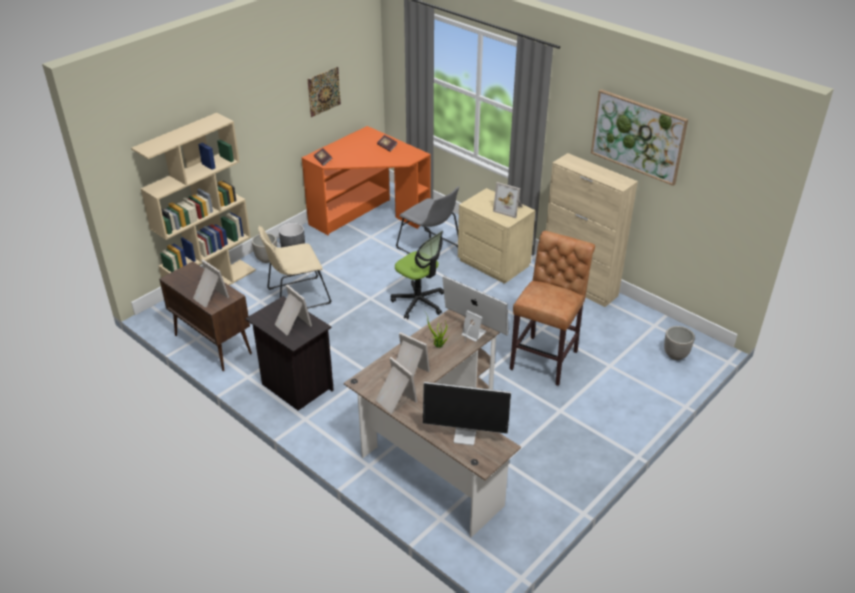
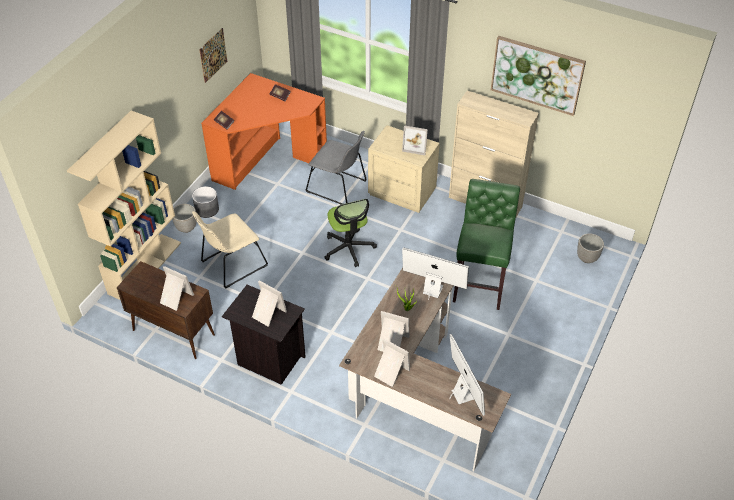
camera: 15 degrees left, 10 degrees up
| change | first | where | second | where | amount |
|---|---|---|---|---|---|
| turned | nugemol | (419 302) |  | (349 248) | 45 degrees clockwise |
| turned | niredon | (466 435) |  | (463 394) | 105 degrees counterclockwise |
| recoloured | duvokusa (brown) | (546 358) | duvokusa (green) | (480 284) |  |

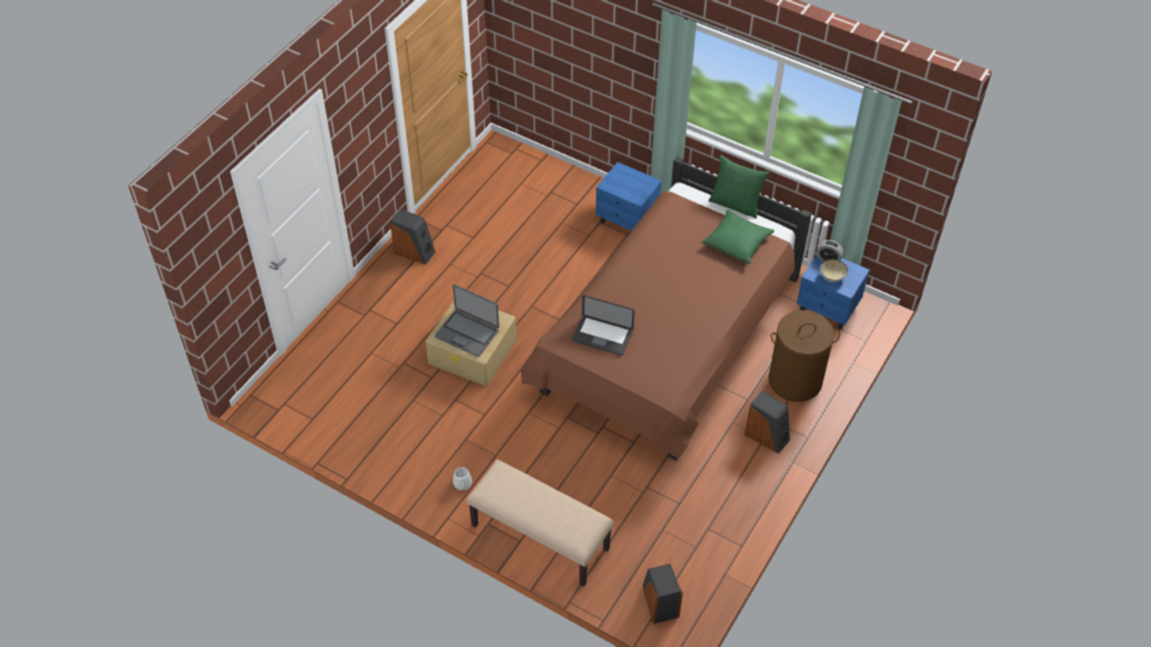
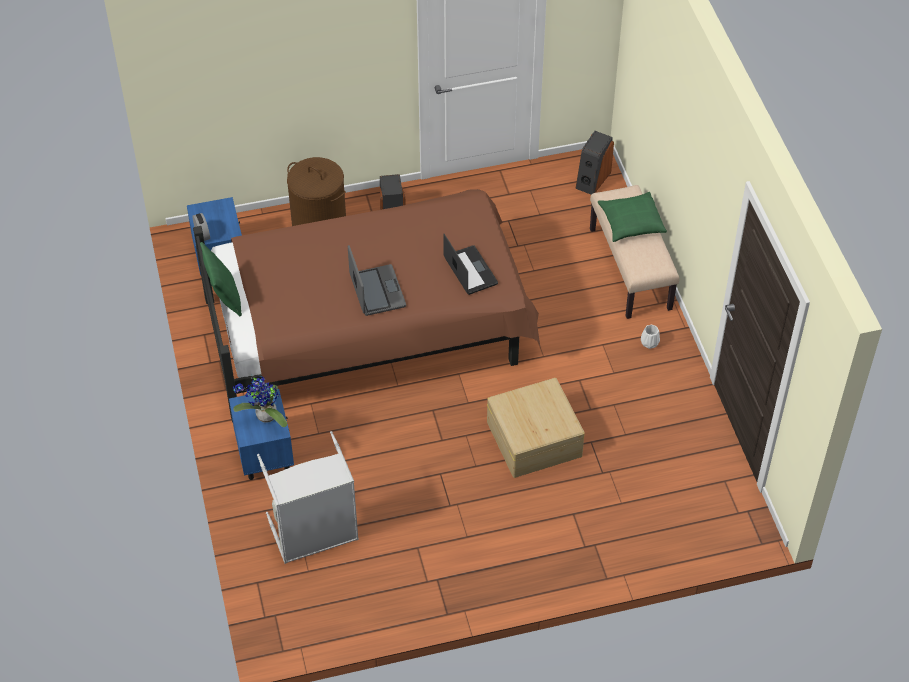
camera: 135 degrees left, 0 degrees up
| change | first | where | second | where | amount |
|---|---|---|---|---|---|
| removed | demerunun | (414 251) |  |  |  |
| moved | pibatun | (467 333) |  | (376 291) |  |
| moved | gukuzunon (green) | (737 242) |  | (631 222) |  |
| removed | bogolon | (832 276) |  |  |  |
| added |  |  | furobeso | (264 417) |  |
| added |  |  | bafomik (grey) | (315 535) |  |

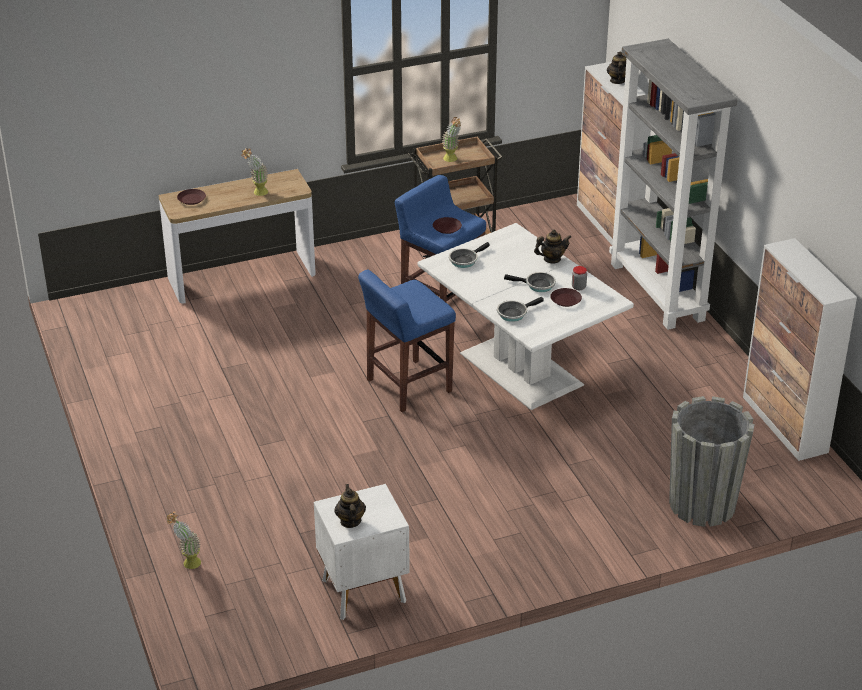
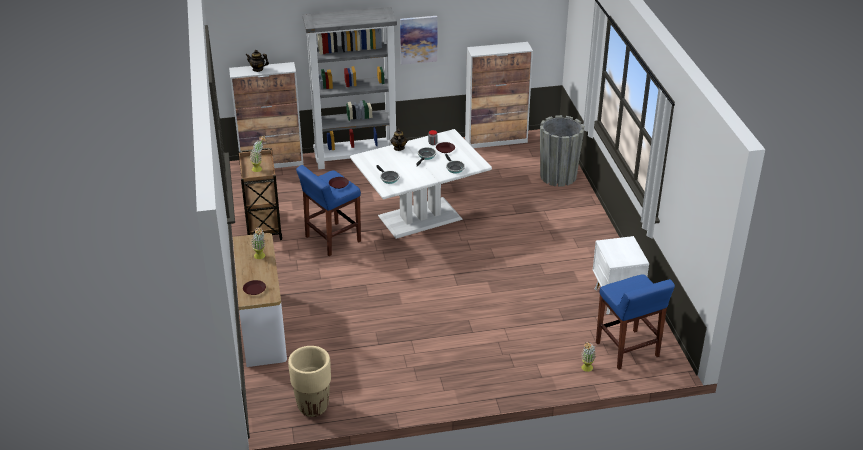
camera: 80 degrees left, 0 degrees up
| change | first | where | second | where | amount |
|---|---|---|---|---|---|
| removed | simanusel | (350 521) |  |  |  |
| moved | duvokusa (blue) | (407 386) |  | (627 350) |  |
| added |  |  | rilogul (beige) | (313 407) |  |
| added |  |  | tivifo | (418 39) |  |

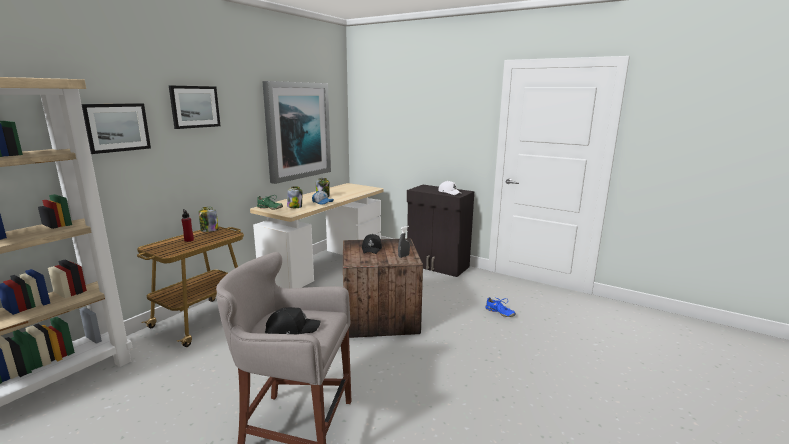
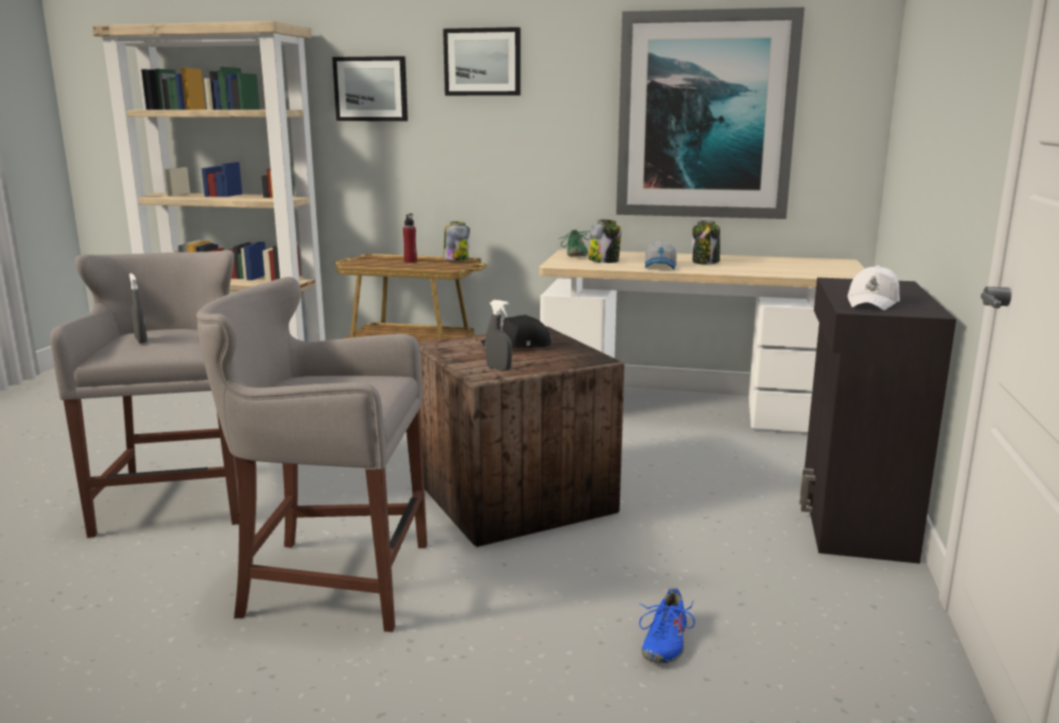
camera: 70 degrees right, 0 degrees up
| change | first | where | second | where | amount |
|---|---|---|---|---|---|
| replaced | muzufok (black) | (291 329) | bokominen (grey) | (141 341) |  |
| added |  |  | duvokusa (grey) | (330 580) |  |

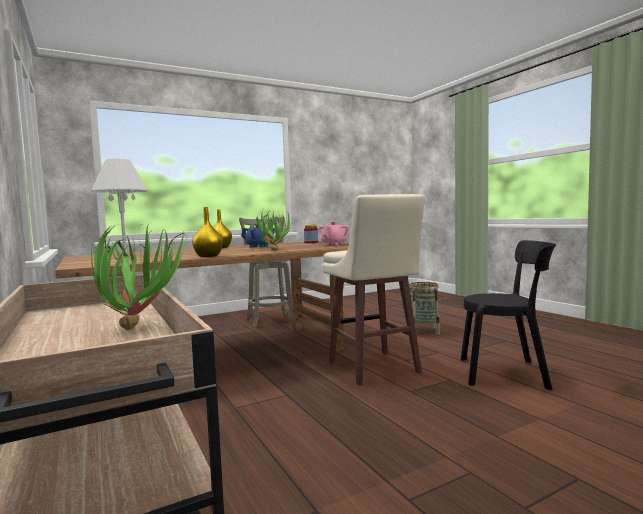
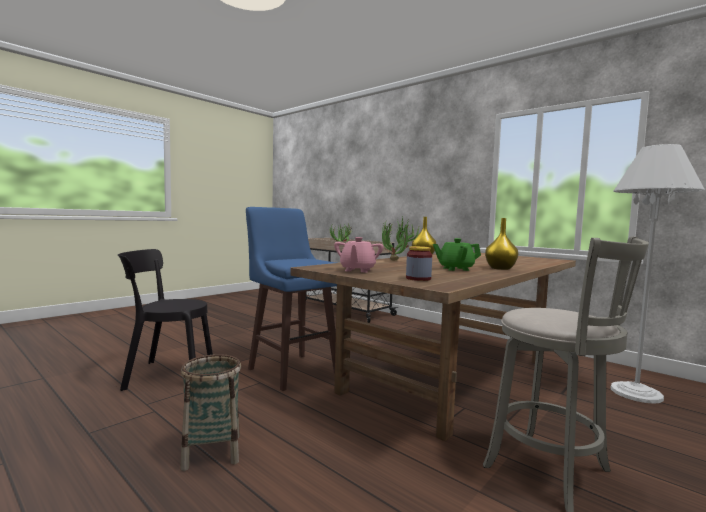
camera: 160 degrees right, 0 degrees up
| change | first | where | second | where | amount |
|---|---|---|---|---|---|
| recoloured | simanusel (blue) | (258 246) | simanusel (green) | (455 269) |  |
| recoloured | duvokusa (beige) | (374 368) | duvokusa (blue) | (292 370) |  |

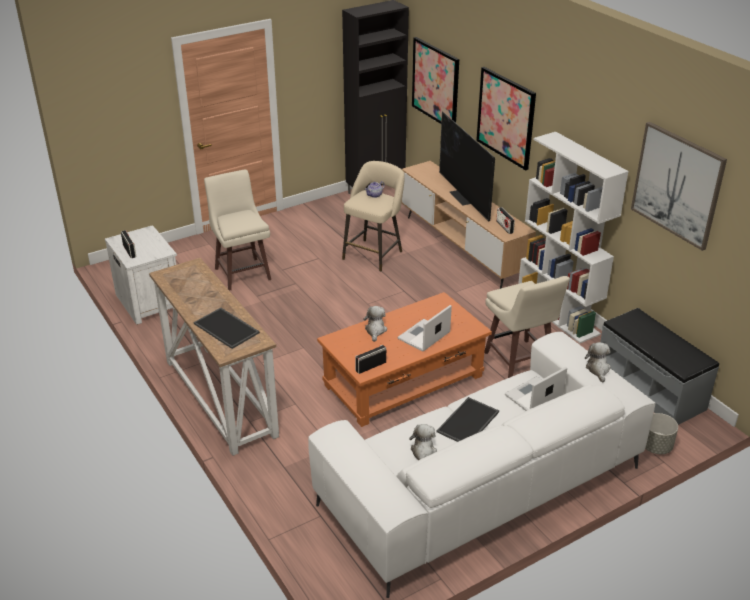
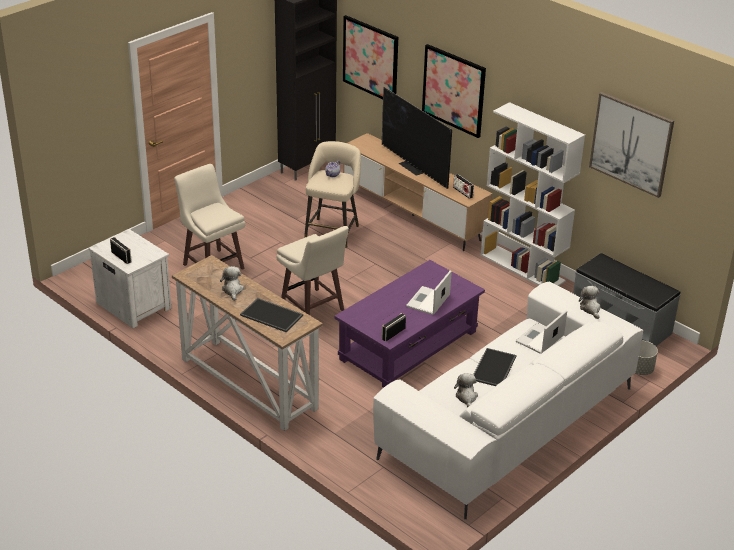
camera: 15 degrees left, 0 degrees up
| change | first | where | second | where | amount |
|---|---|---|---|---|---|
| recoloured | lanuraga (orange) | (403 381) | lanuraga (purple) | (408 345) |  |
| moved | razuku | (375 330) |  | (232 290) |  |
| moved | duvokusa (beige) | (519 362) |  | (313 308) |  |

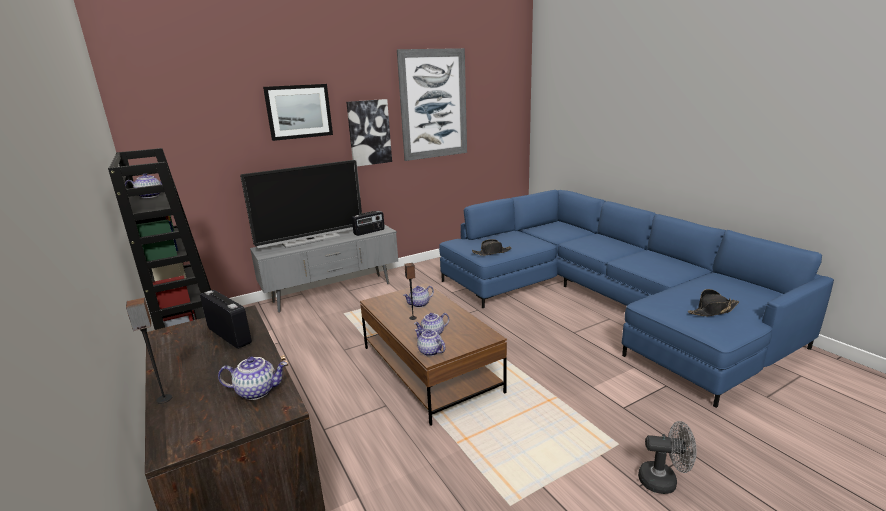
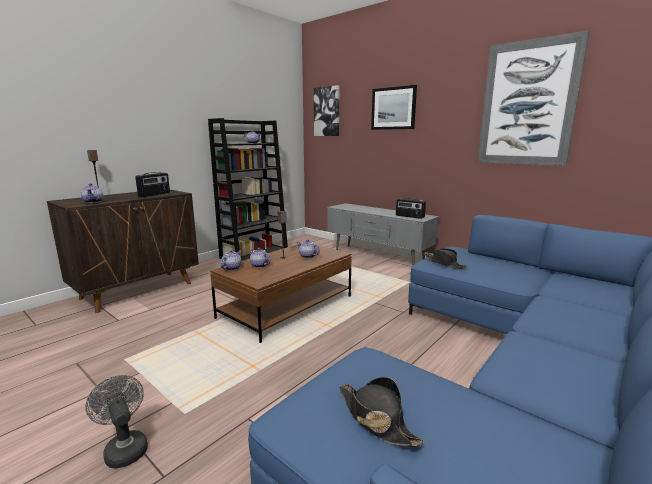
camera: 70 degrees right, 5 degrees down
| change | first | where | second | where | amount |
|---|---|---|---|---|---|
| removed | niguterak | (311 240) |  |  |  |
| moved | tivifo | (369 132) |  | (327 111) |  |
| turned | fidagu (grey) | (664 481) |  | (124 448) | 150 degrees clockwise |

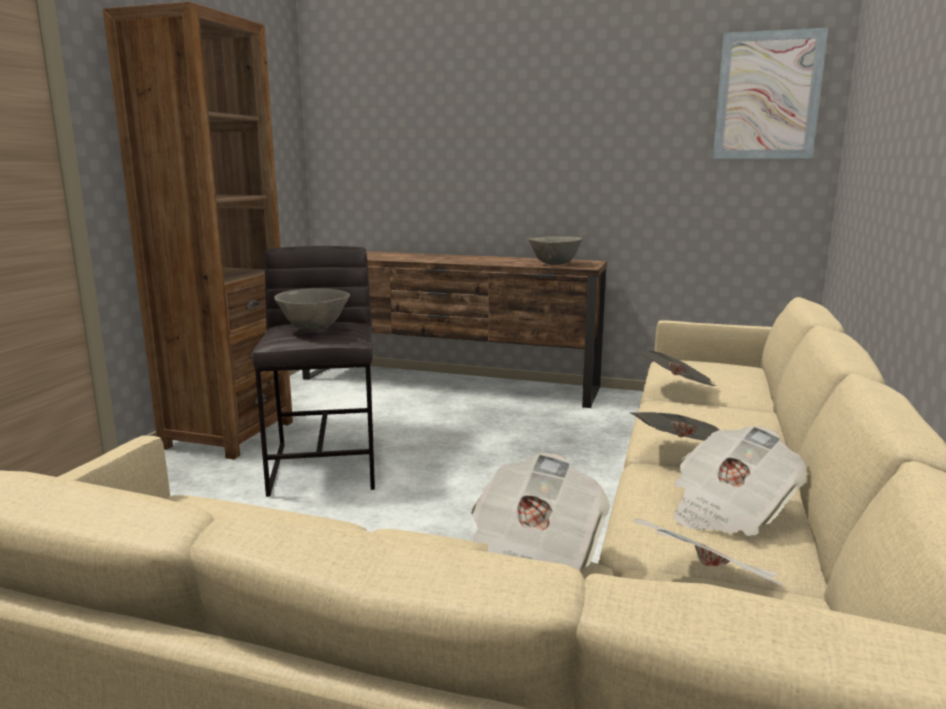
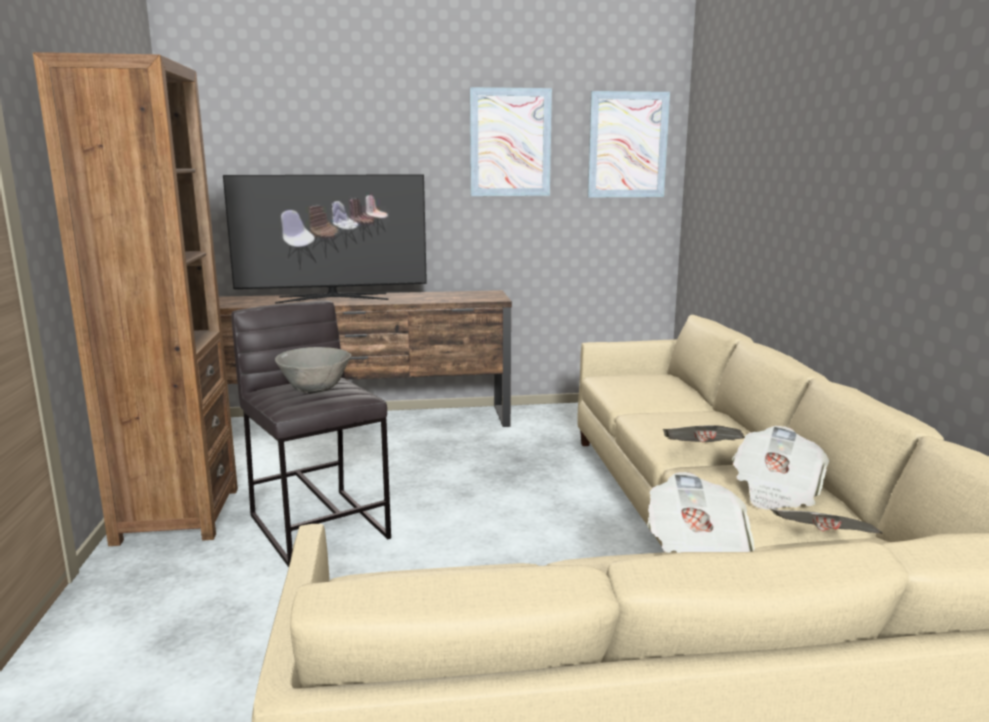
camera: 25 degrees left, 0 degrees up
| change | first | where | second | where | amount |
|---|---|---|---|---|---|
| removed | bogolon (grey) | (555 264) |  |  |  |
| removed | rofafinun | (678 389) |  |  |  |
| added |  |  | niguterak | (332 298) |  |
| added |  |  | tivifo | (510 142) |  |

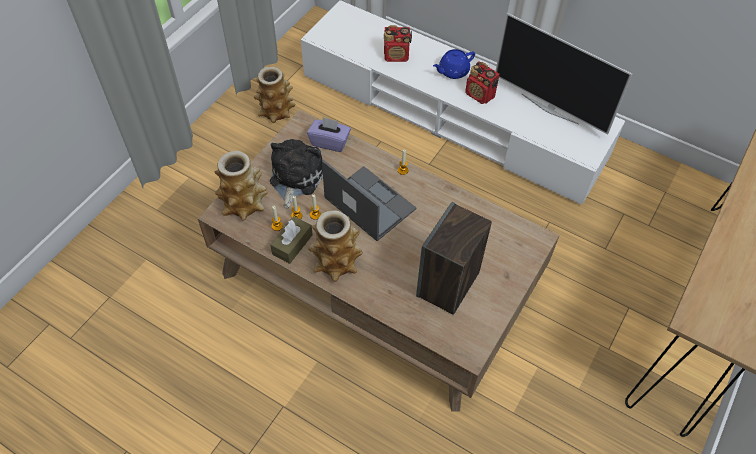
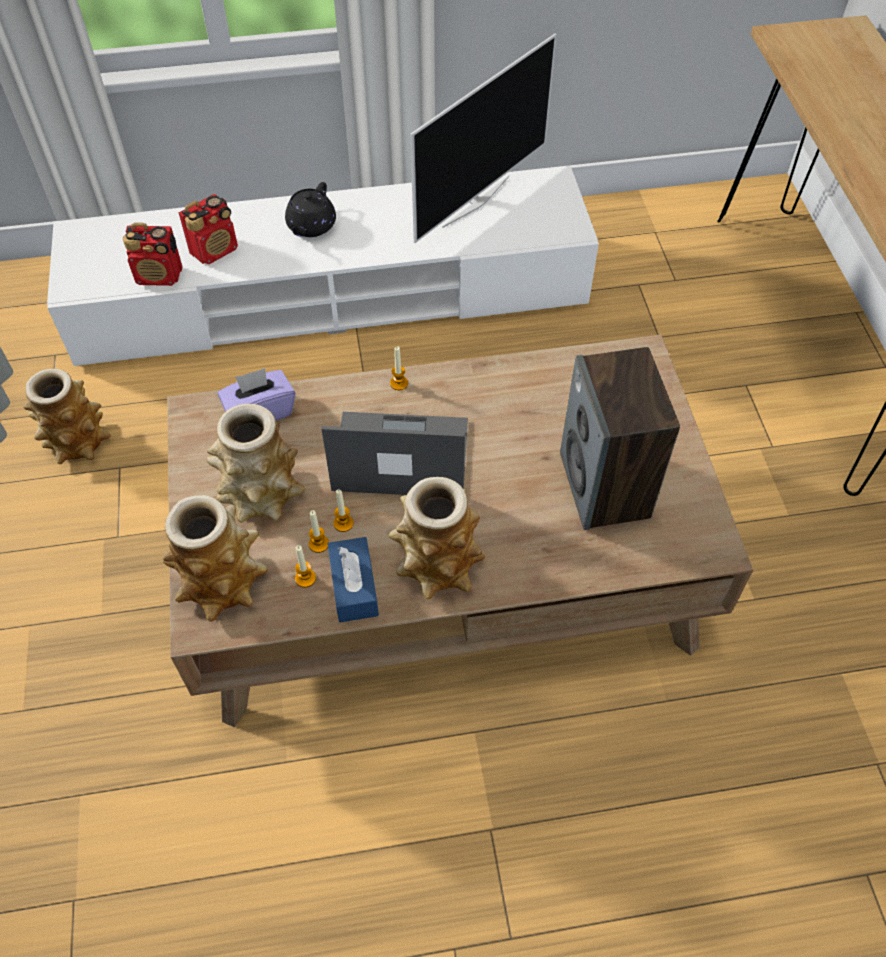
camera: 40 degrees left, 0 degrees up
| change | first | where | second | where | amount |
|---|---|---|---|---|---|
| replaced | razuku | (295 178) | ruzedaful | (261 494) |  |
| recoloured | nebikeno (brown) | (292 244) | nebikeno (blue) | (354 587) |  |
| recoloured | simanusel (blue) | (453 71) | simanusel (black) | (311 226) |  |
| moved | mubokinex | (480 95) |  | (160 276) |  |
| turned | niguterak | (550 108) |  | (475 201) | 45 degrees counterclockwise |

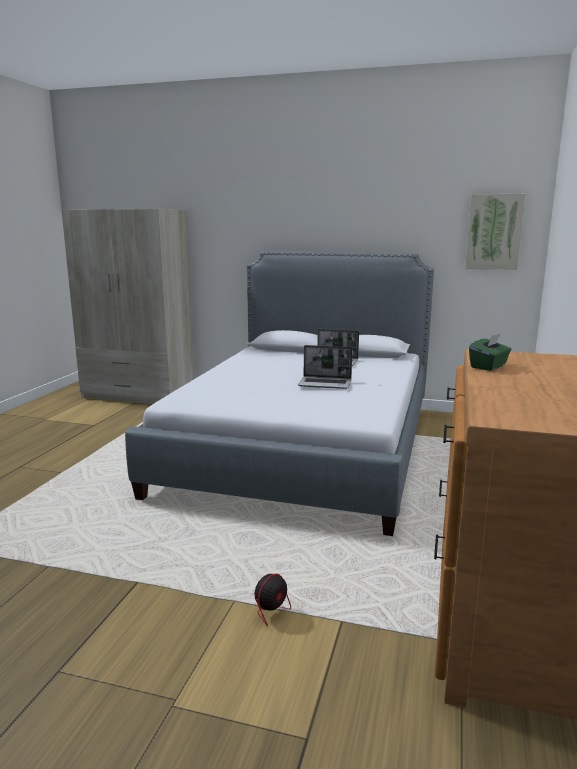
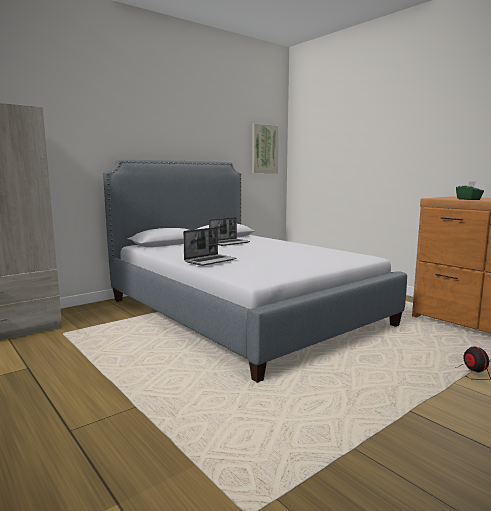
camera: 55 degrees left, 5 degrees down
| change | first | where | second | where | amount |
|---|---|---|---|---|---|
| moved | pibatun | (326 384) |  | (210 261) |  |

